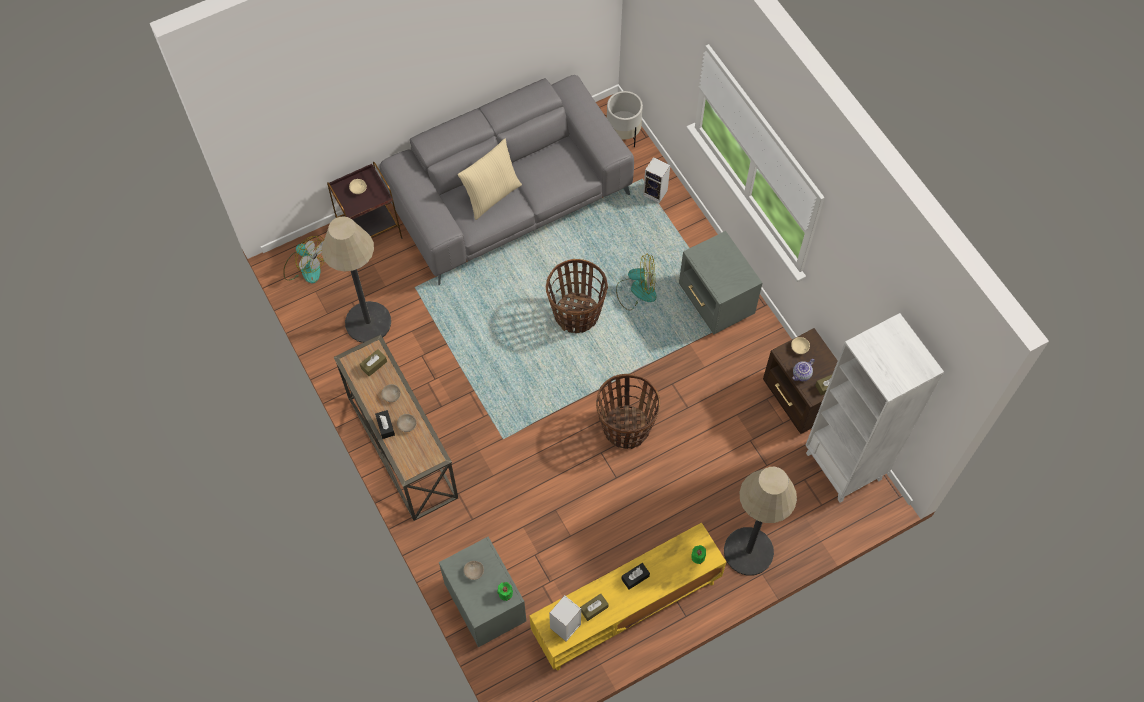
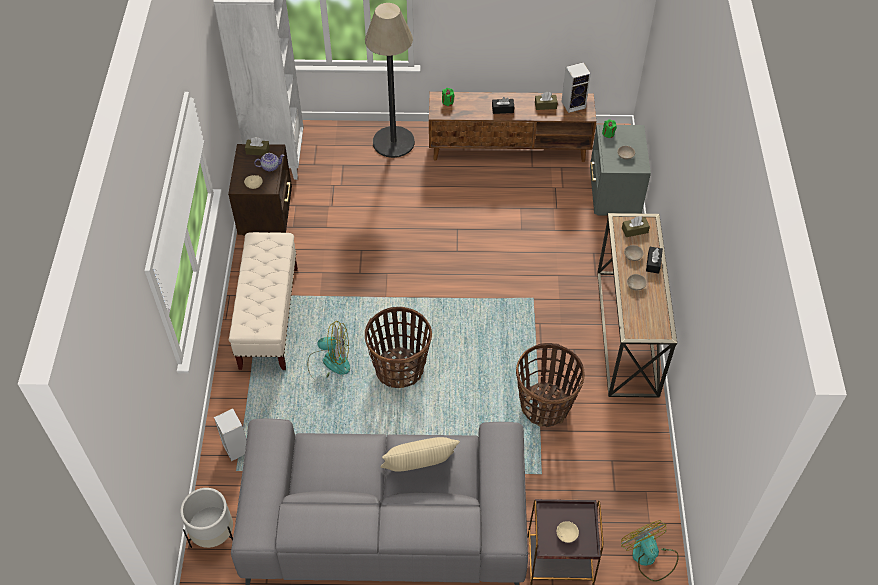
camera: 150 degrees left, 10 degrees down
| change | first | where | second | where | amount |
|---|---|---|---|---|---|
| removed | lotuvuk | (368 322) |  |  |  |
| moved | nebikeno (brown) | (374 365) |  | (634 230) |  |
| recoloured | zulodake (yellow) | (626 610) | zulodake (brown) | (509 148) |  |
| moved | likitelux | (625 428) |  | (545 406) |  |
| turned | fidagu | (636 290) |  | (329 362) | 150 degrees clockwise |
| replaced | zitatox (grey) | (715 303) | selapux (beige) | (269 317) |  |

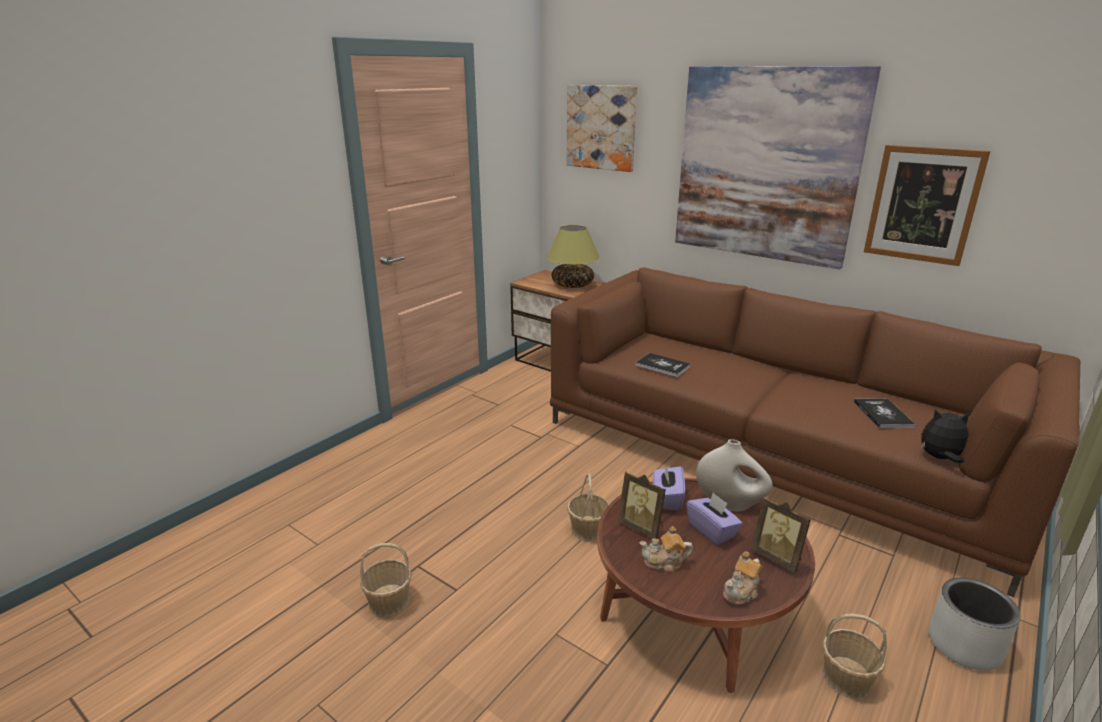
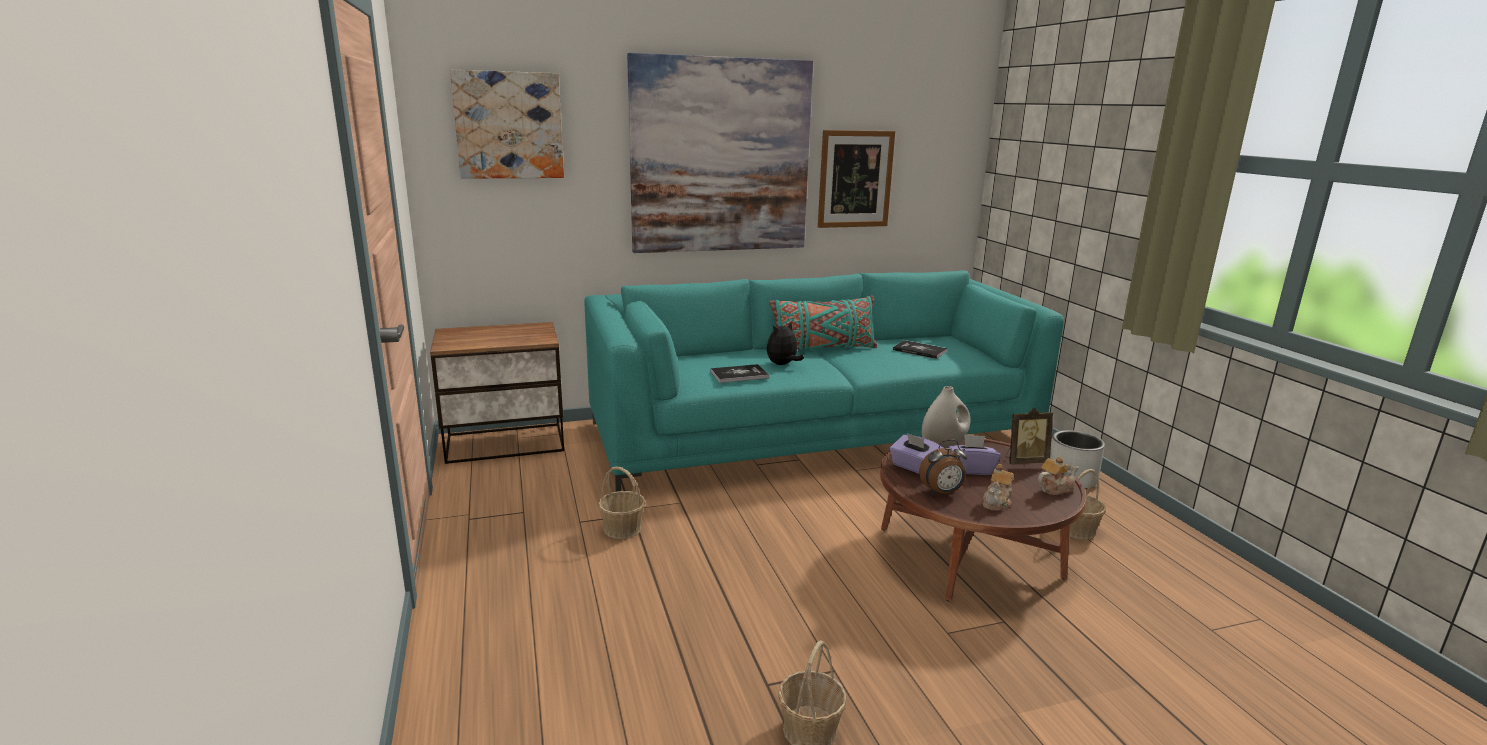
camera: 55 degrees left, 5 degrees down
| change | first | where | second | where | amount |
|---|---|---|---|---|---|
| removed | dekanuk | (573 285) |  |  |  |
| recoloured | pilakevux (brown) | (769 454) | pilakevux (turquoise) | (814 433) |  |
| moved | likitelux | (588 529) |  | (622 528) |  |
| replaced | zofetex | (642 527) | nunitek | (942 492) |  |
| turned | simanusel | (741 591) |  | (1054 488) | 105 degrees counterclockwise |
| moved | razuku | (939 458) |  | (782 365) |  |
| added |  |  | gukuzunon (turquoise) | (822 348) |  |

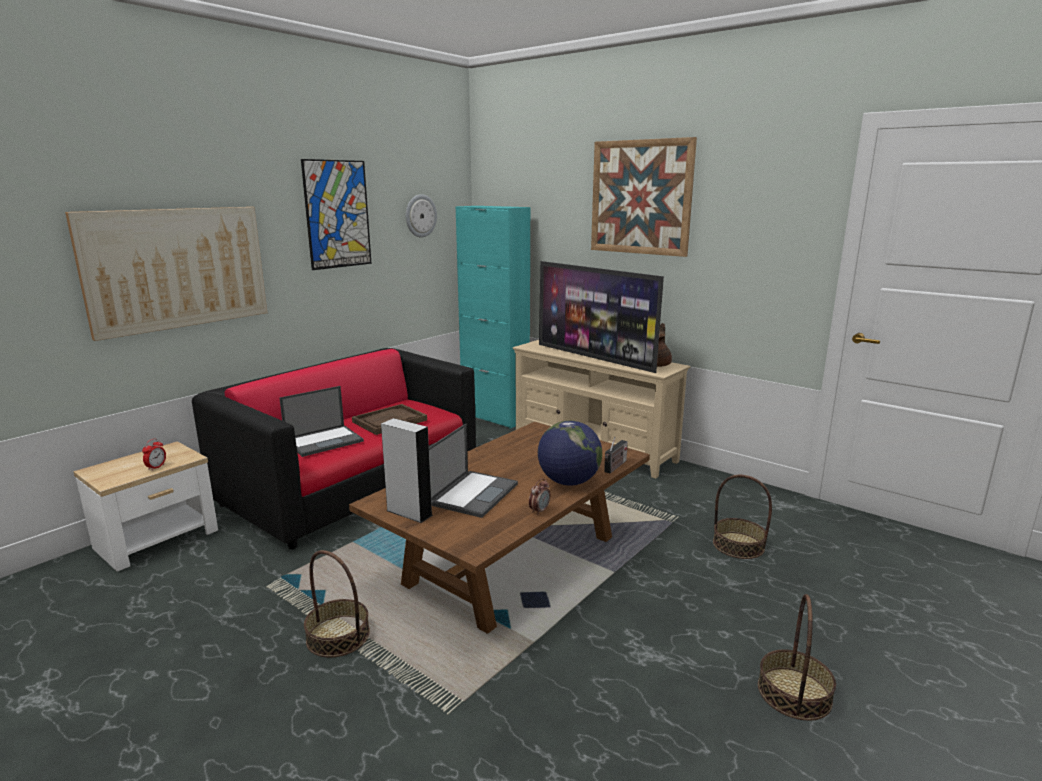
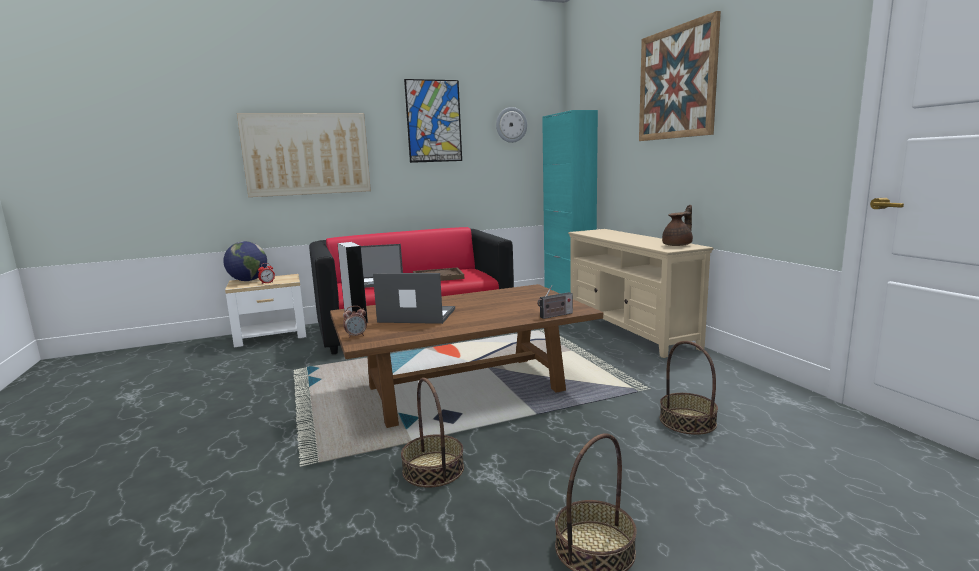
camera: 30 degrees right, 5 degrees down
| change | first | where | second | where | amount |
|---|---|---|---|---|---|
| moved | likitelux | (338 636) |  | (433 469) |  |
| turned | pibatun | (473 493) |  | (416 315) | 135 degrees counterclockwise |
| moved | nunitek | (539 511) |  | (356 336) |  |
| moved | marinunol | (569 482) |  | (248 280) |  |
| removed | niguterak | (595 358) |  |  |  |

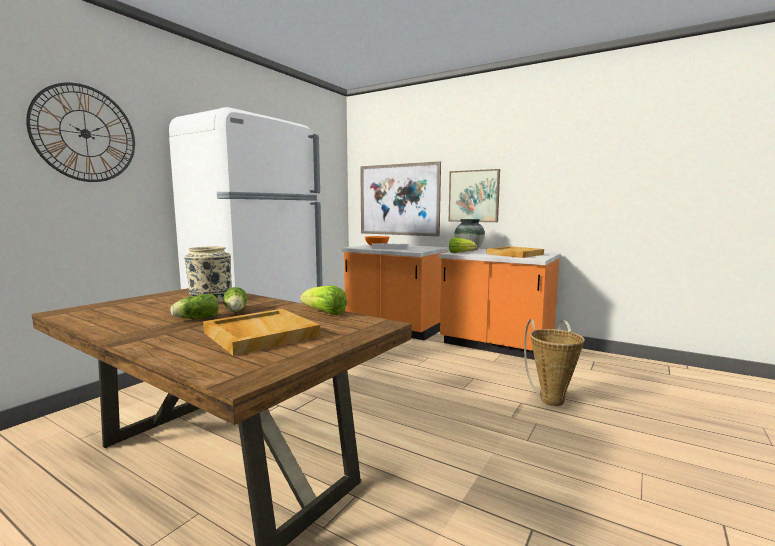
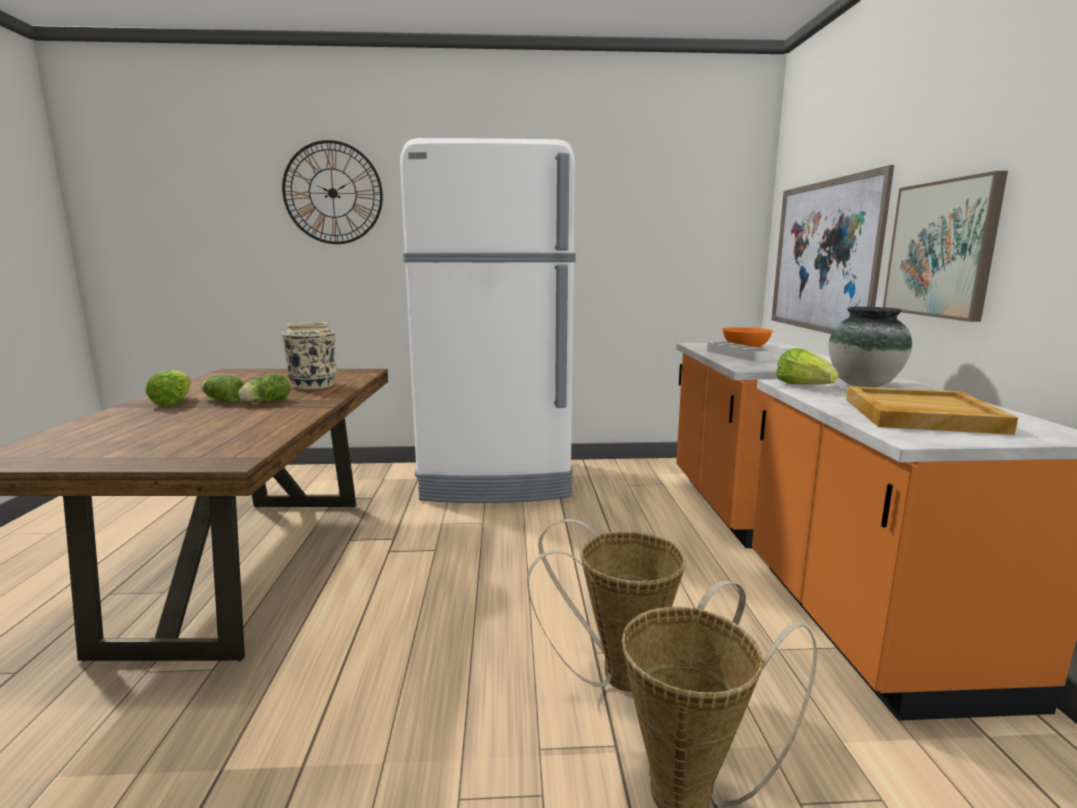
camera: 55 degrees right, 5 degrees up
| change | first | where | second | where | amount |
|---|---|---|---|---|---|
| removed | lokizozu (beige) | (260 334) |  |  |  |
| moved | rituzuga | (325 313) |  | (173 402) |  |
| added |  |  | likitelux | (614 675) |  |

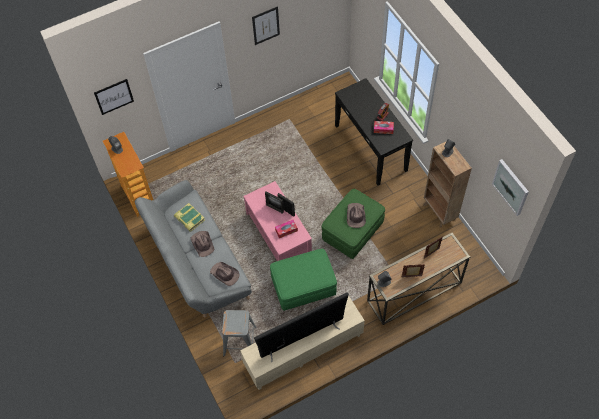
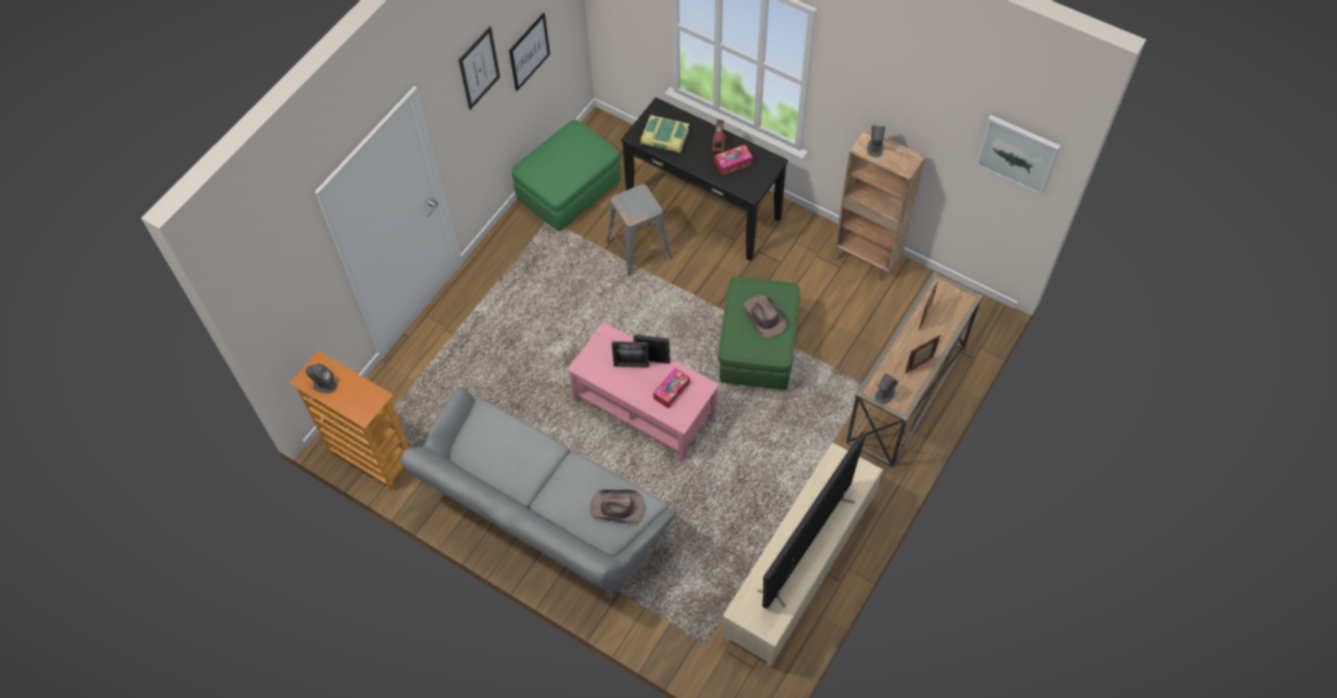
camera: 30 degrees left, 0 degrees up
| change | first | where | second | where | amount |
|---|---|---|---|---|---|
| moved | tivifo | (114 96) |  | (529 52) |  |
| moved | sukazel | (189 219) |  | (664 138) |  |
| removed | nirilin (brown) | (202 243) |  |  |  |
| moved | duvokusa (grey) | (240 341) |  | (639 249) |  |
| moved | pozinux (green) | (304 287) |  | (570 192) |  |

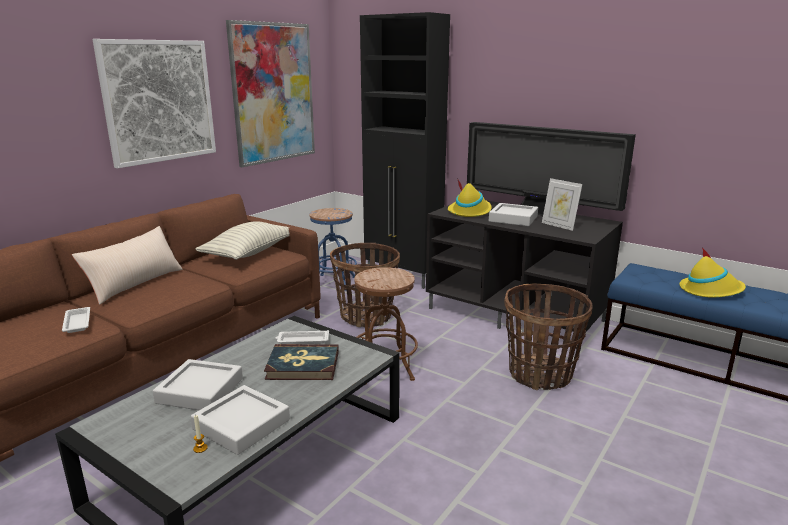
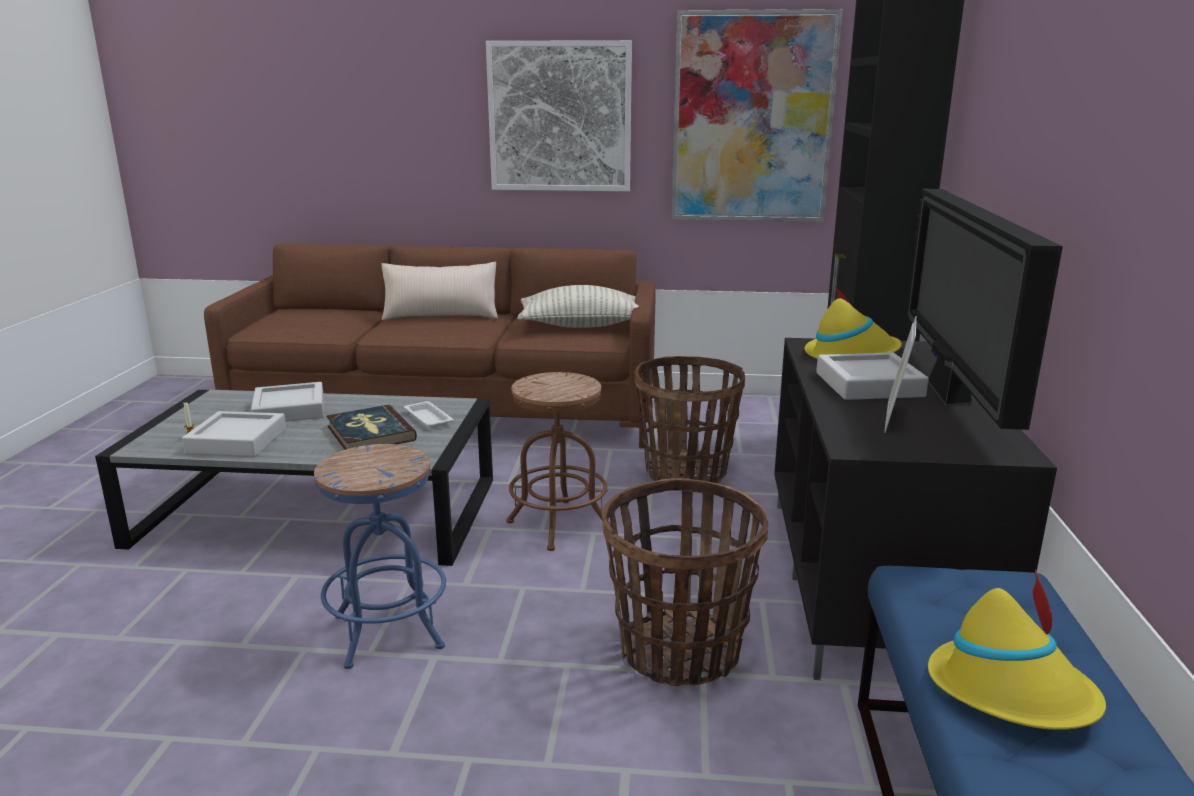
camera: 60 degrees right, 0 degrees up
| change | first | where | second | where | amount |
|---|---|---|---|---|---|
| removed | lokizozu (white) | (77 322) |  |  |  |
| moved | duvokusa (blue) | (333 282) |  | (388 632) |  |

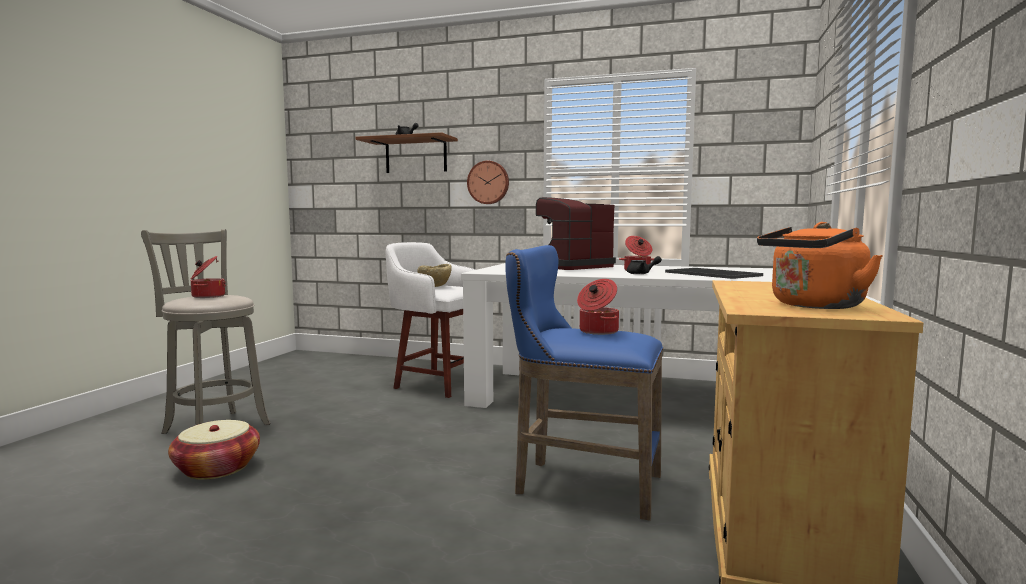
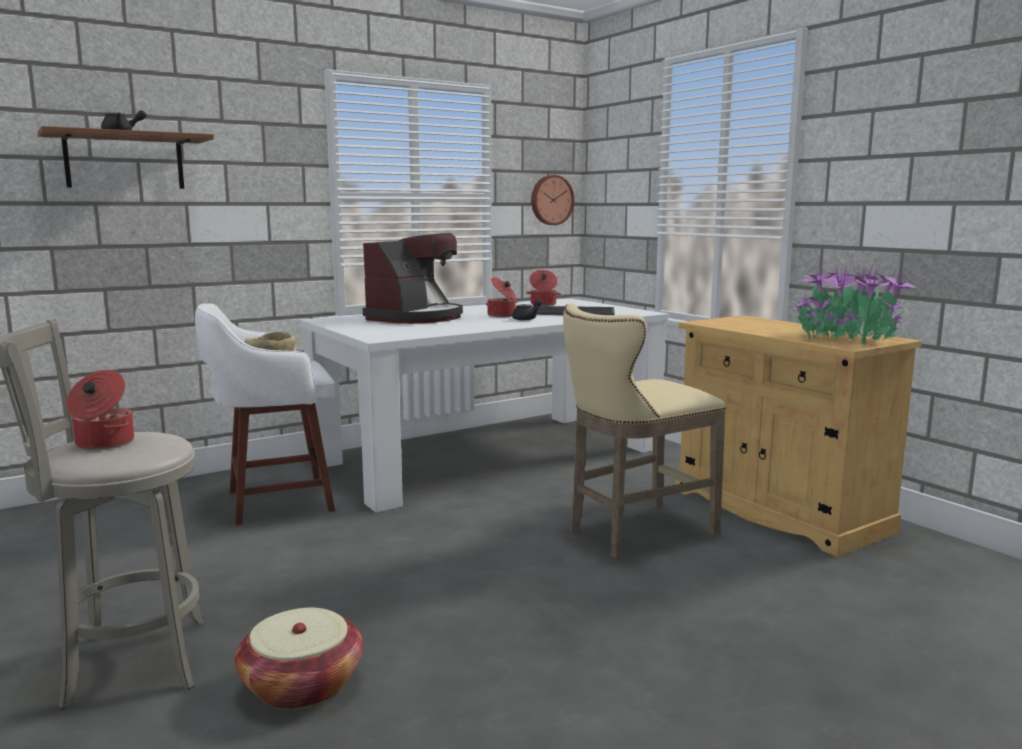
camera: 50 degrees left, 5 degrees up
| change | first | where | second | where | amount |
|---|---|---|---|---|---|
| moved | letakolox | (488 182) |  | (551 200) |  |
| recoloured | duvokusa (blue) | (580 485) | duvokusa (beige) | (634 532) |  |
| turned | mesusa | (571 267) |  | (416 318) | 150 degrees counterclockwise |
| moved | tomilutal | (597 331) |  | (543 304) |  |
| replaced | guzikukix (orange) | (813 306) | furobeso | (846 337) |  |

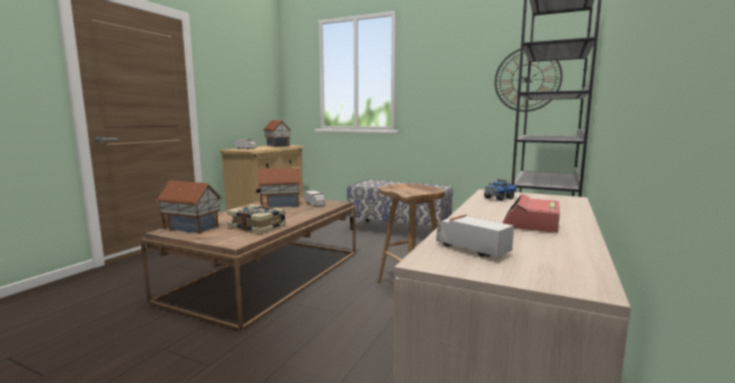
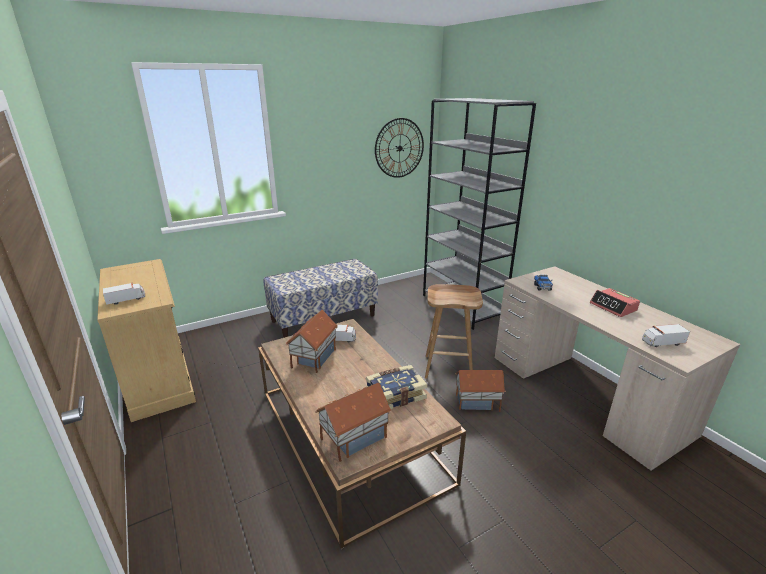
camera: 55 degrees left, 15 degrees up
| change | first | where | second | where | amount |
|---|---|---|---|---|---|
| moved | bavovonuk | (277 146) |  | (477 403) |  |

